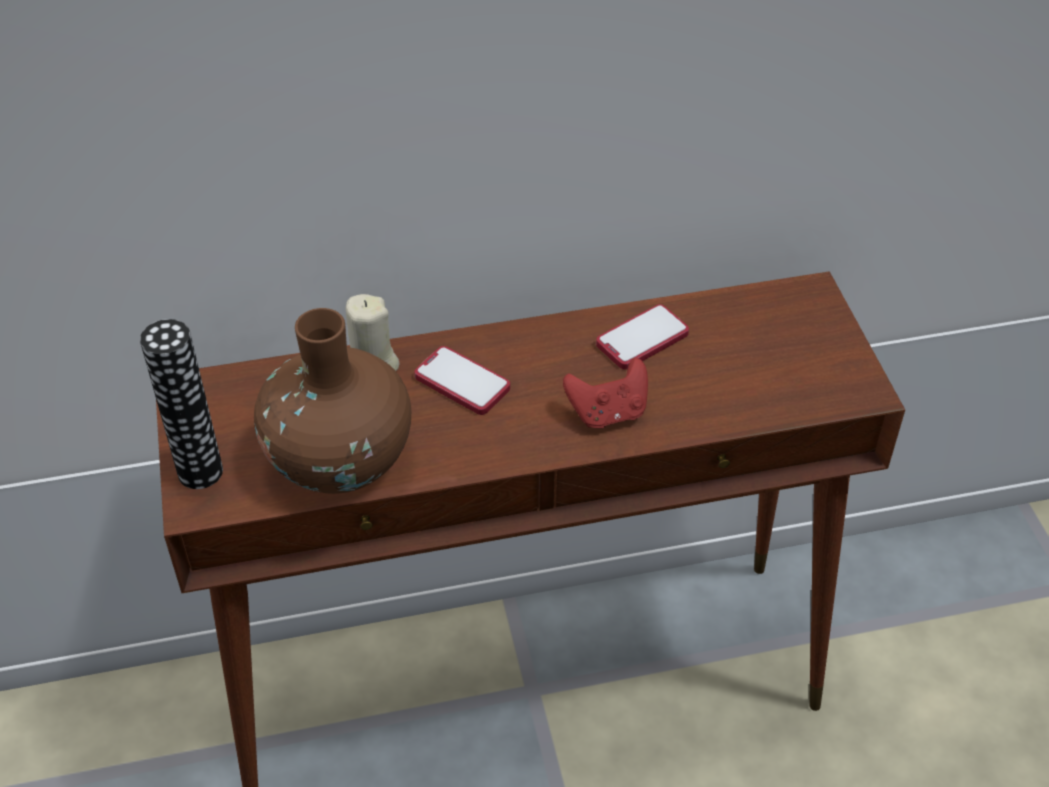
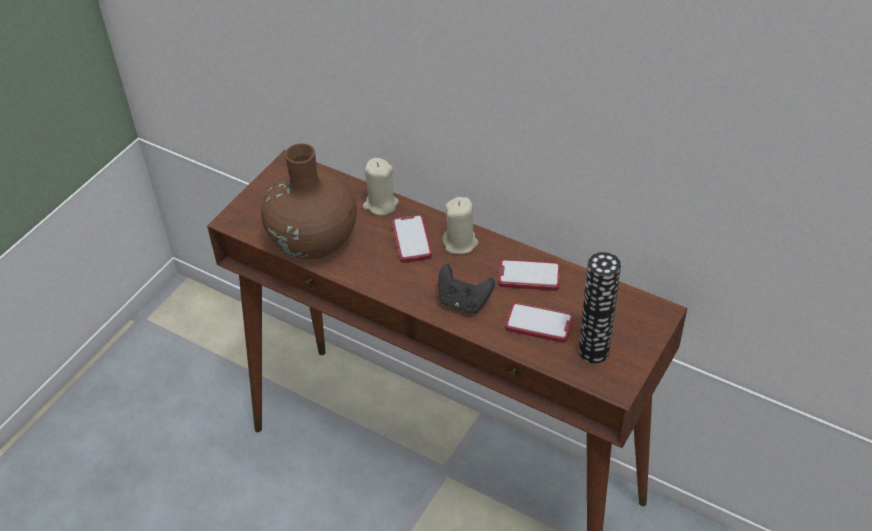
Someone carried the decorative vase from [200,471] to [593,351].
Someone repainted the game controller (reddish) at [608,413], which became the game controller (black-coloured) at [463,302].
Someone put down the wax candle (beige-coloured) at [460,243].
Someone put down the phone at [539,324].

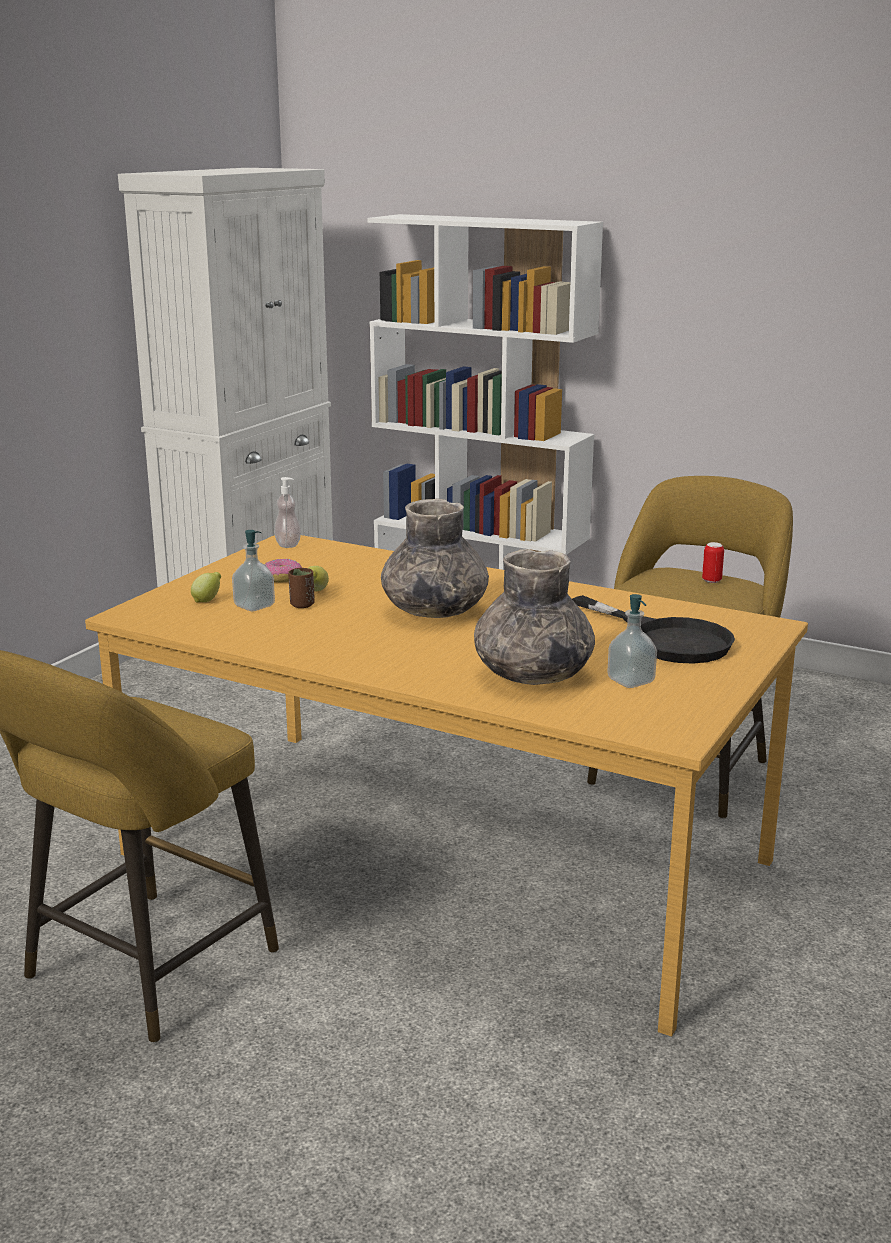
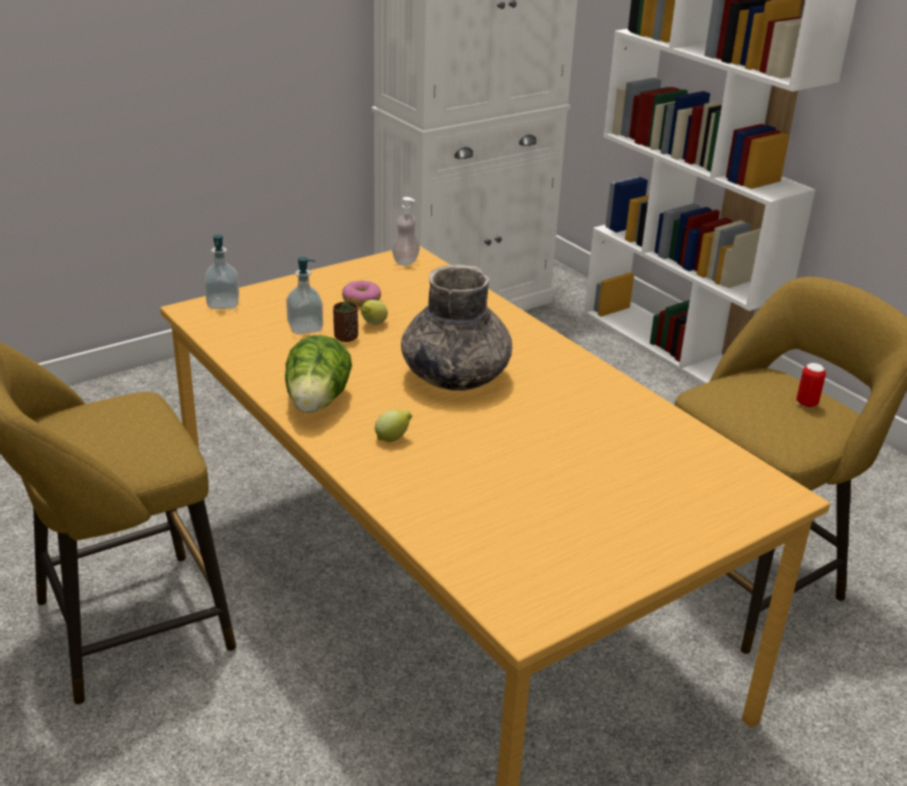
Someone took away the decorative vase (grey) at [532,675].
Someone carried the whole lemon from [207,600] to [393,439].
Someone carried the soap bottle from [630,681] to [223,304].
Someone took away the frying pan (black-coloured) at [666,639].
Someone put down the lettuce at [317,403].

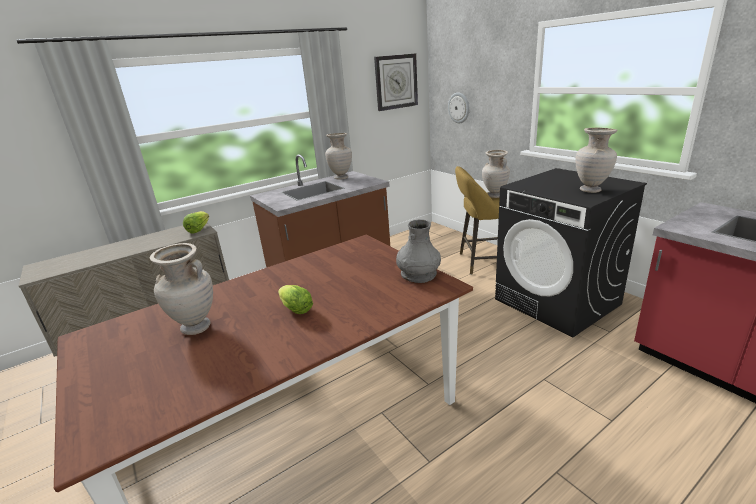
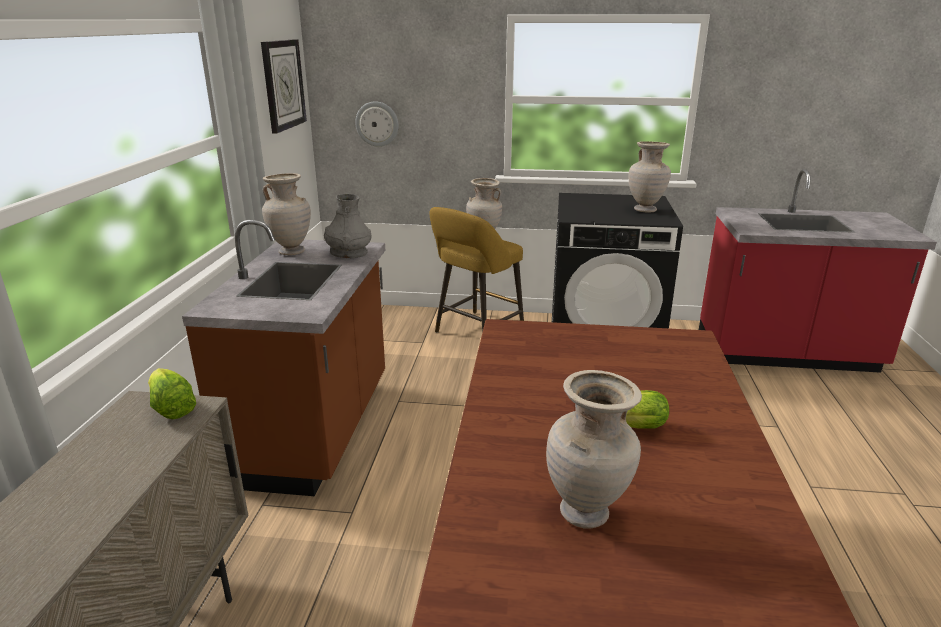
Someone carried the decorative vase (grey) from [418,274] to [349,253].

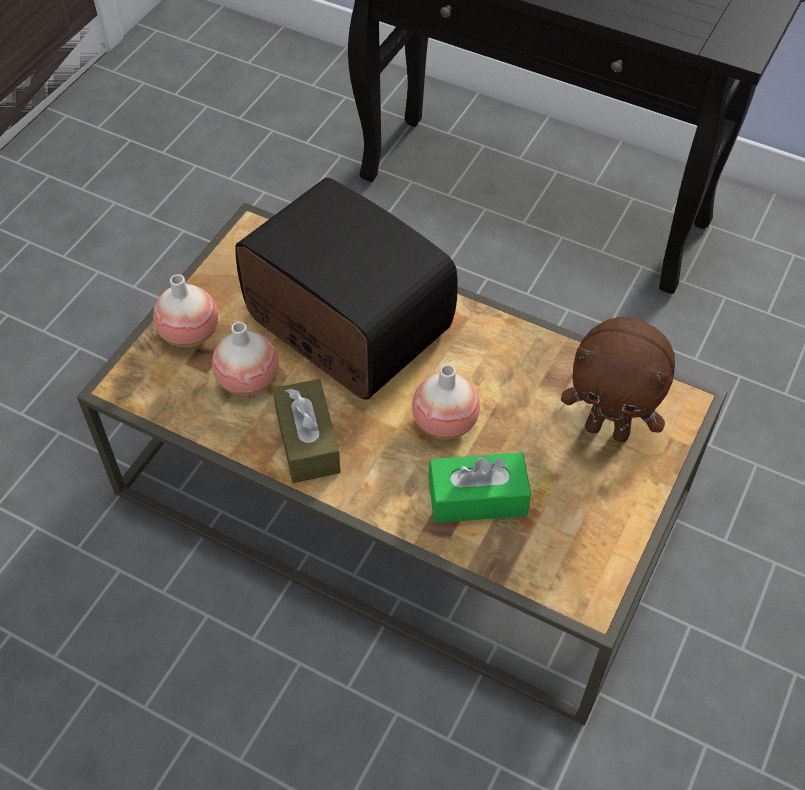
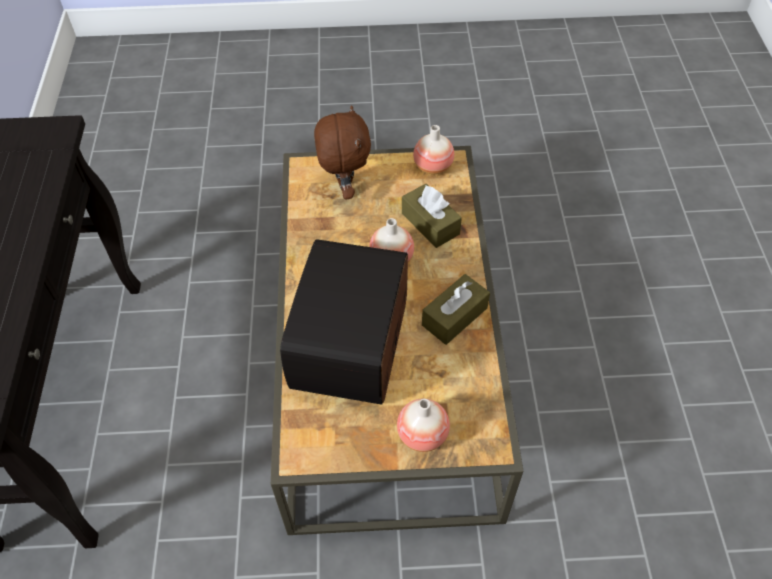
Someone carried the decorative vase from [248,380] to [433,167].
Someone repainted the box of tissues (greenish) at [477,498], which became the box of tissues (brown) at [430,223].

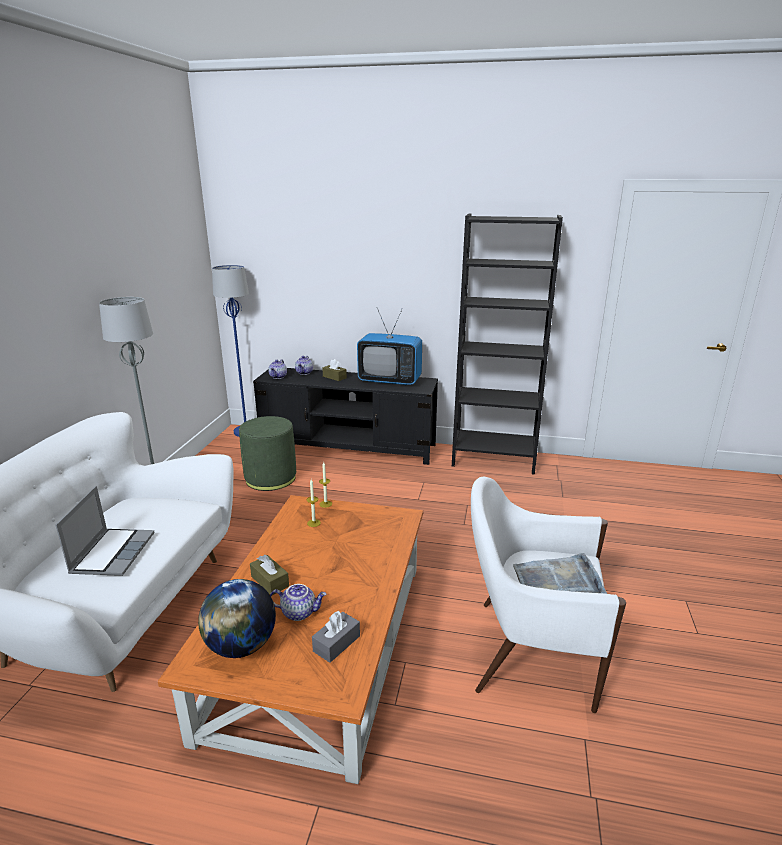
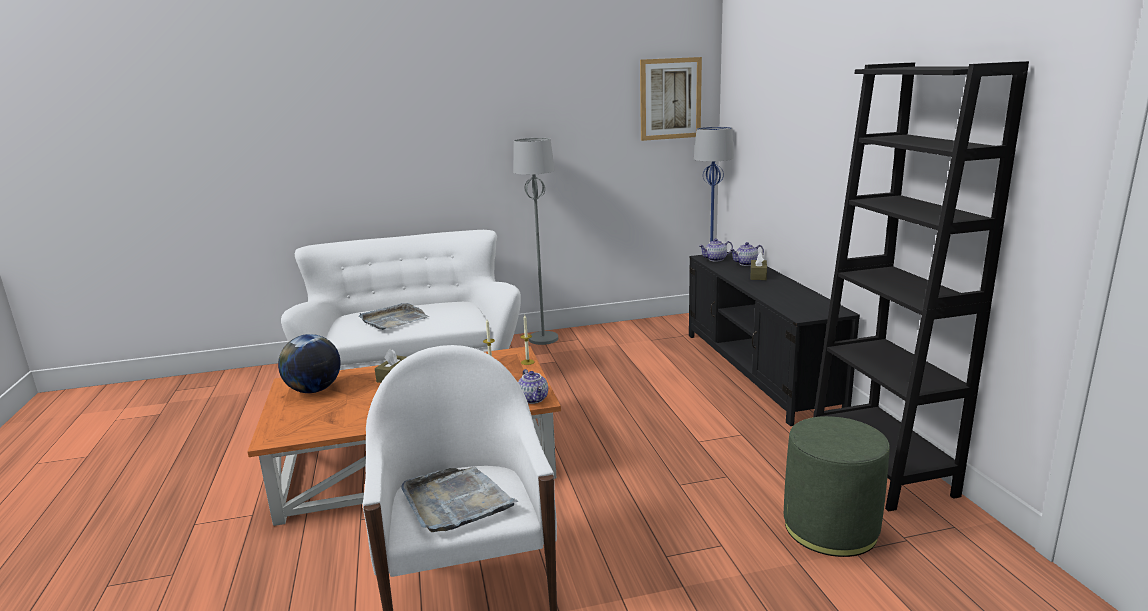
Someone took away the television at [390,380].
Someone carried the pouffe (greenish) from [270,478] to [830,528].
Someone swapped the laptop at [113,553] for the serving tray (grey) at [393,320].
Someone carried the pot for tea from [299,612] to [534,399].
Someone took away the box of tissues (grey) at [336,643].
Someone put up the wall picture at [670,99].

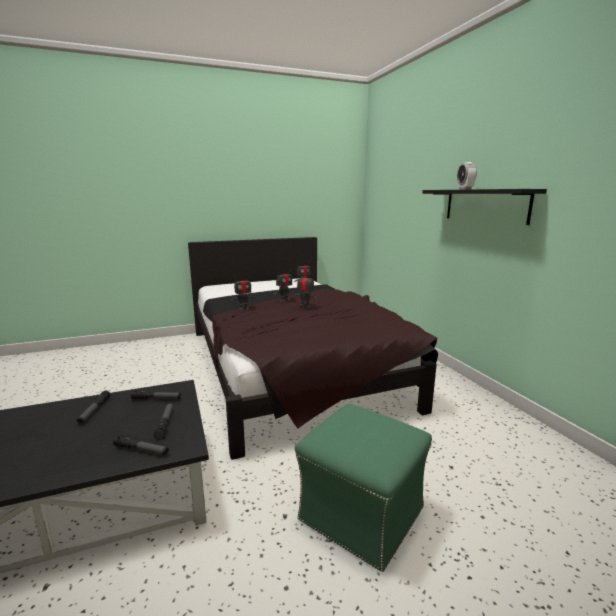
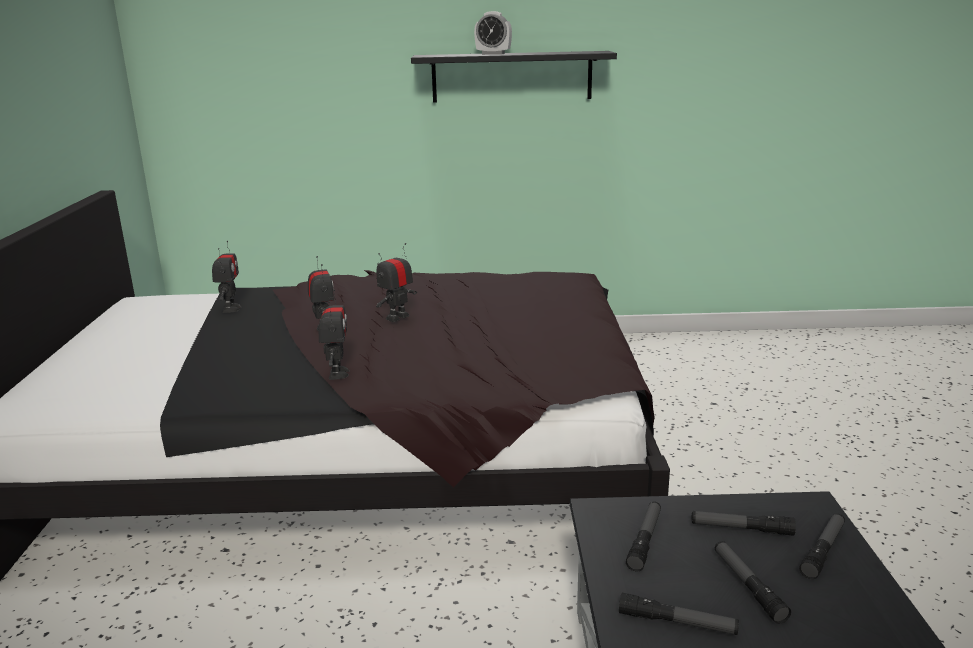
Someone took away the pouffe (greenish) at [360,513].
Someone put down the flashlight at [748,586].

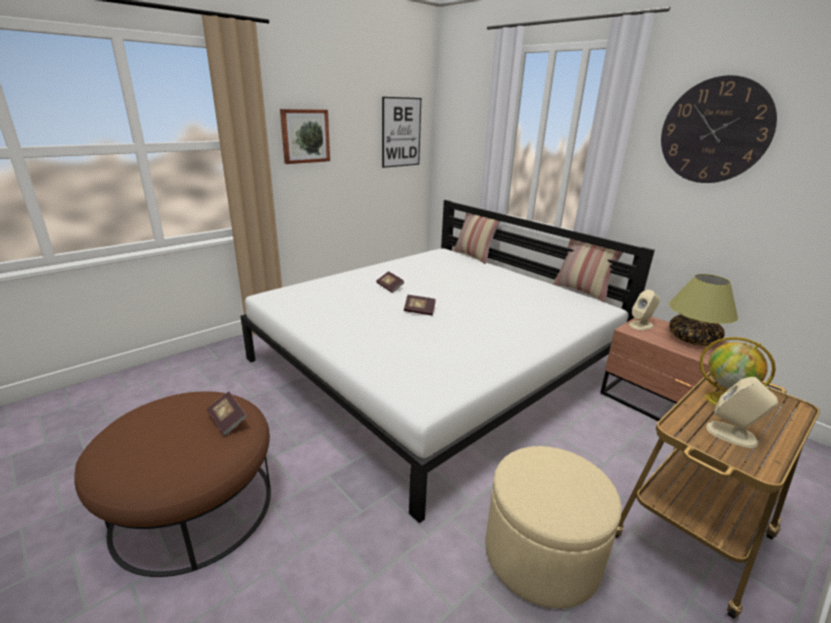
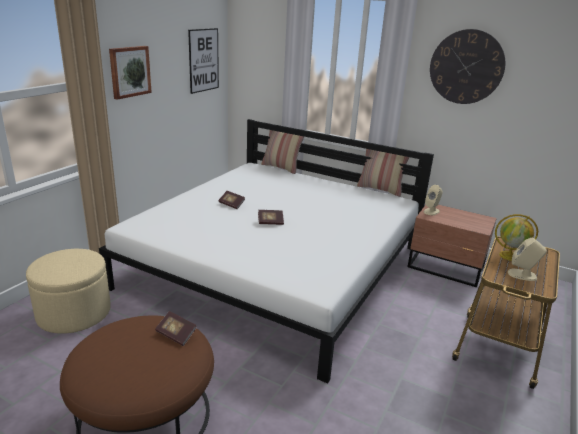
Someone took away the table lamp at [692,339].
Someone carried the pouffe (beige-coloured) from [541,554] to [74,313].

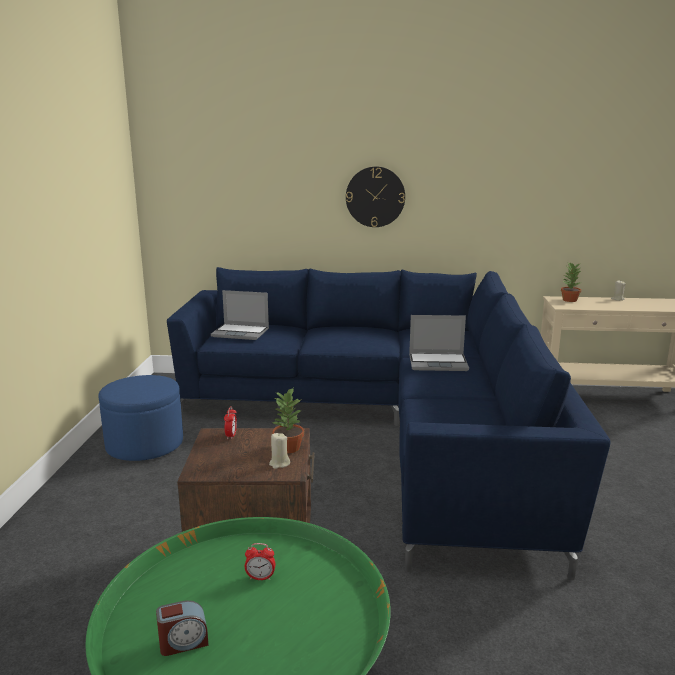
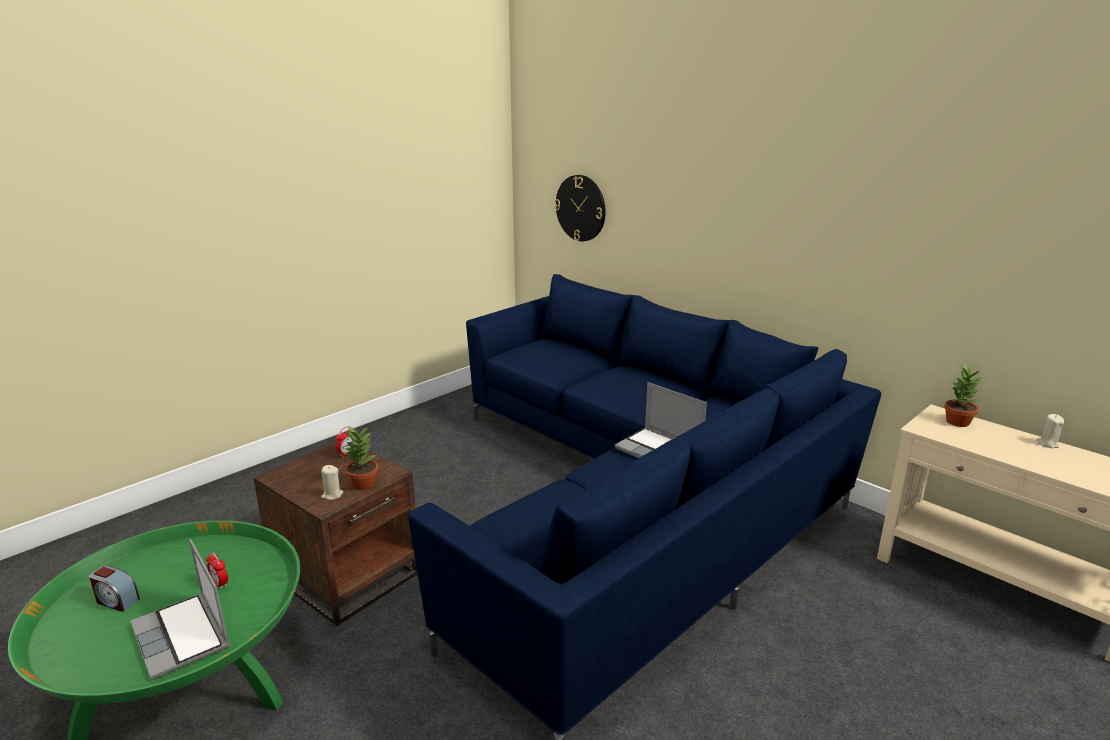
Someone carried the clock on the wall from [375,197] to [580,208].
Someone carried the laptop from [241,333] to [183,637].
Someone took away the pouffe (blue-coloured) at [144,444].

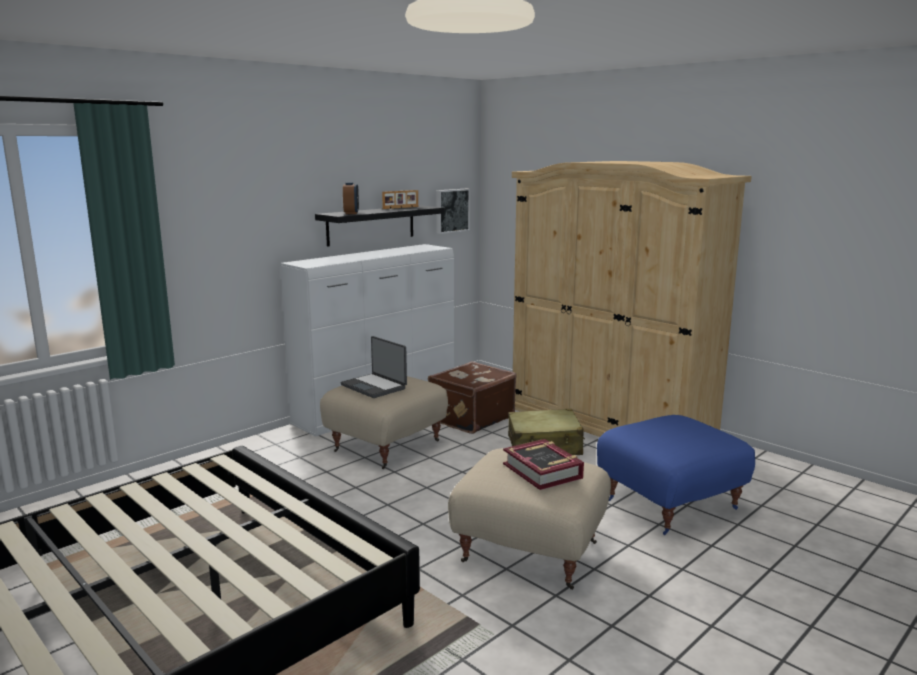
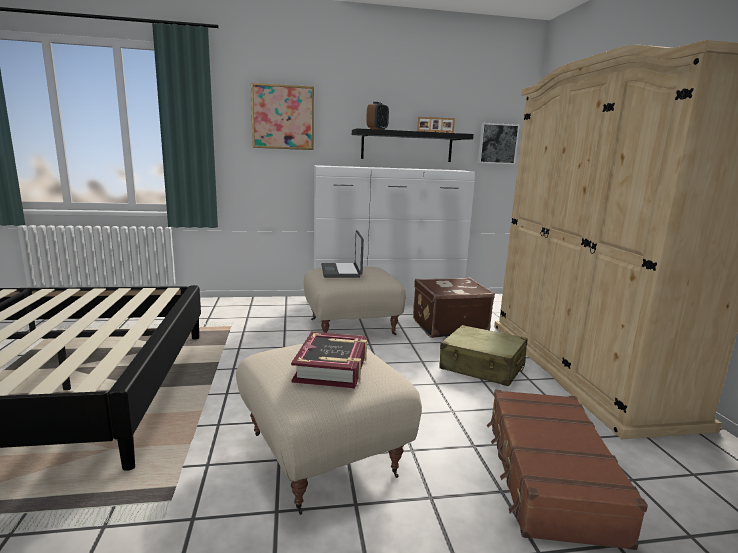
Someone swapped the pouffe (blue-coloured) at [671,504] for the piece of luggage (brown) at [548,476].
Someone put up the wall picture at [283,117].

